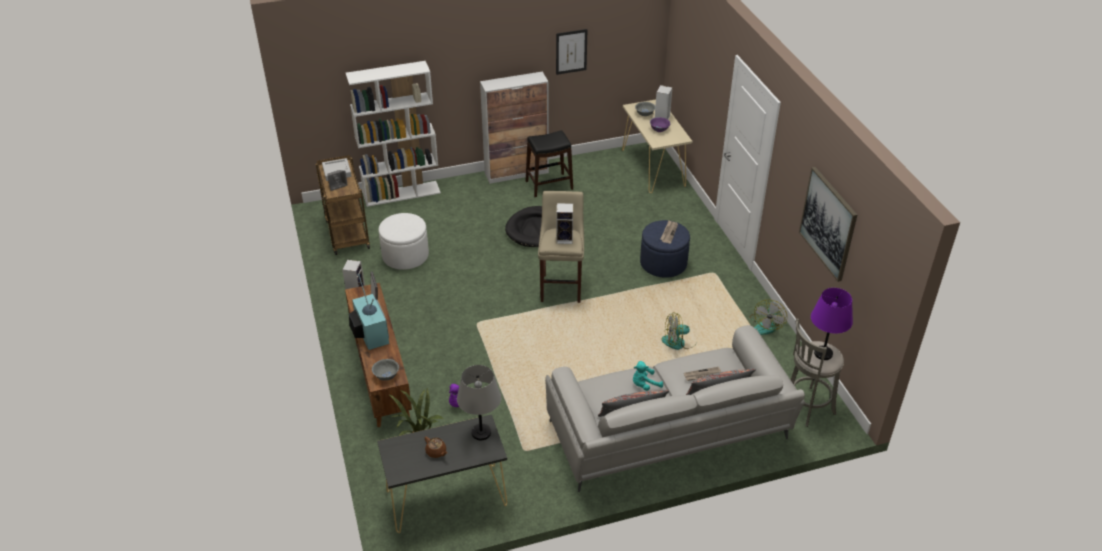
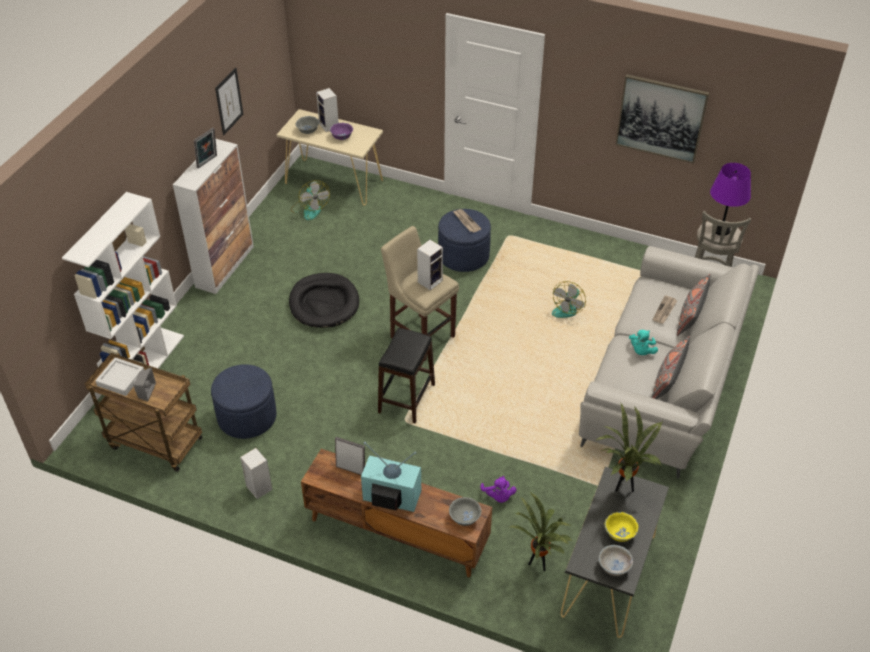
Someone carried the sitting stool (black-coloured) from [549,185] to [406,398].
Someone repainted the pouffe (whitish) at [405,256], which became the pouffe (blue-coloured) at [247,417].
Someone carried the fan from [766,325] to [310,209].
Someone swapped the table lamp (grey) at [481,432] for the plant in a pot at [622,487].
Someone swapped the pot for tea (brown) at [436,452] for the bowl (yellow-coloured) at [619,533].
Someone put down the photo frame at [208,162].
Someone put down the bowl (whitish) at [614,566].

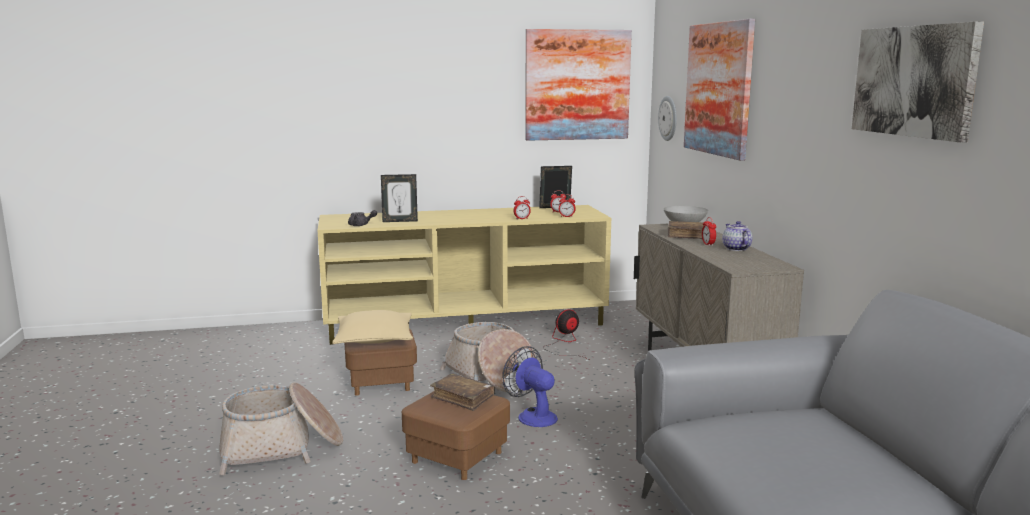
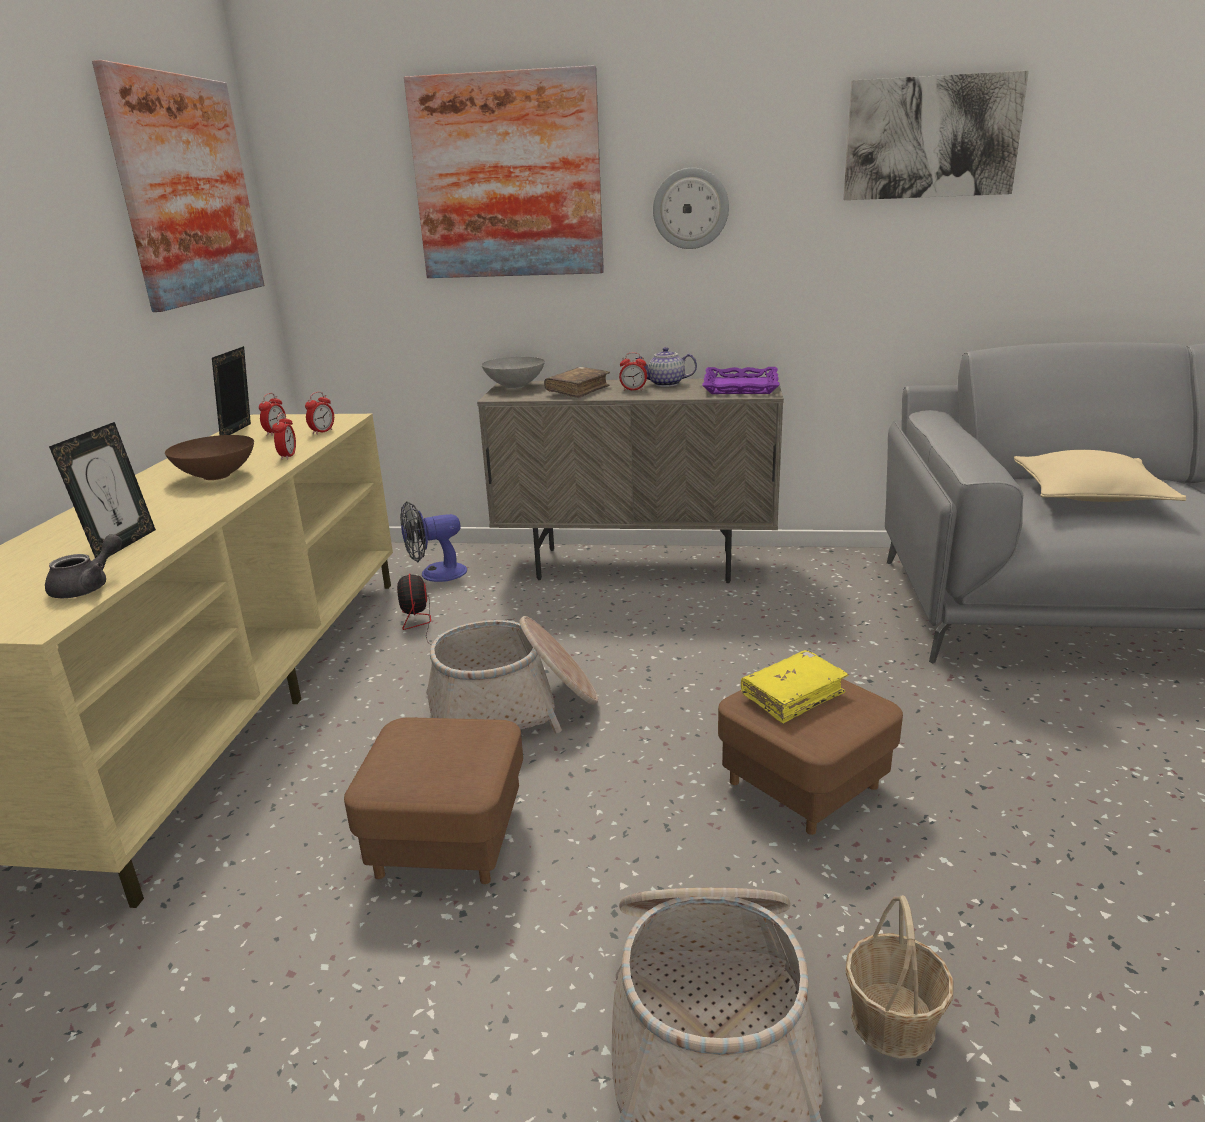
Someone carried the clock on the wall from [668,118] to [690,208].
Someone carried the cushion (beige-coloured) from [374,339] to [1089,495].
Someone carried the fan from [532,416] to [435,574].
Someone repainted the volume (brown) at [462,398], which became the volume (yellow-coloured) at [793,695].
Someone put down the serving tray (purple-coloured) at [740,387].
Someone put down the bowl (brown) at [218,475].
Someone put down the household basket at [893,1020].

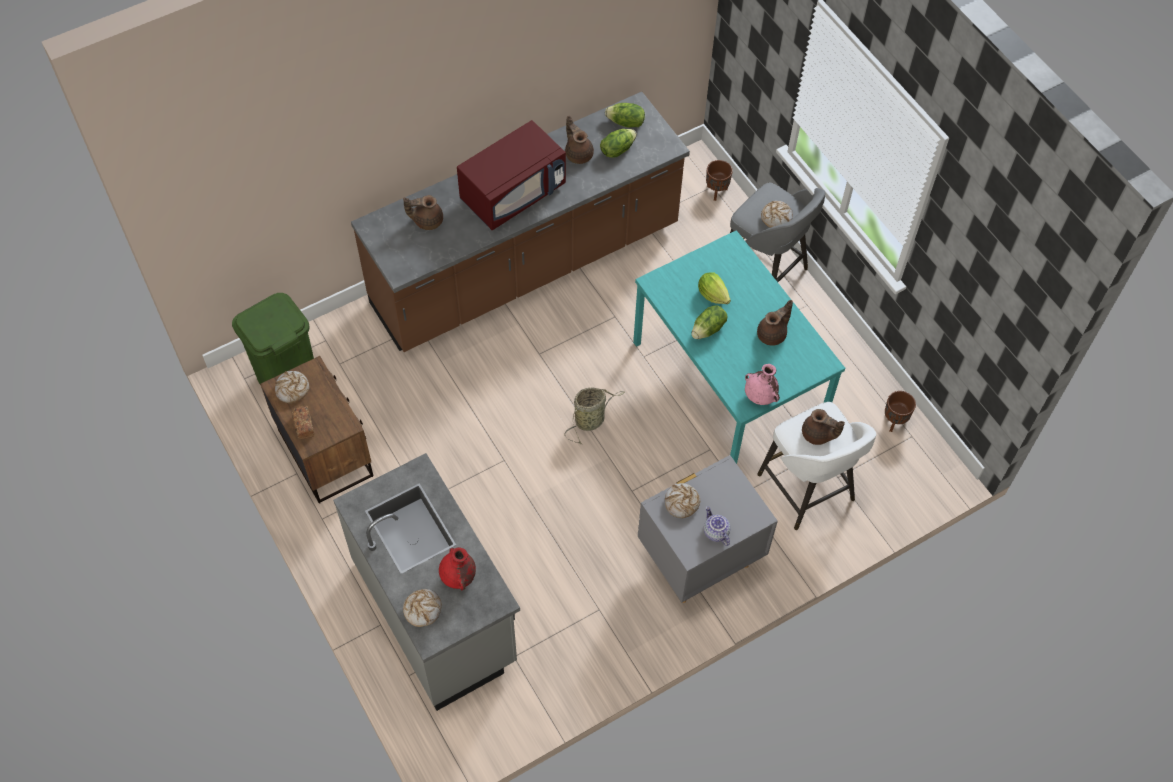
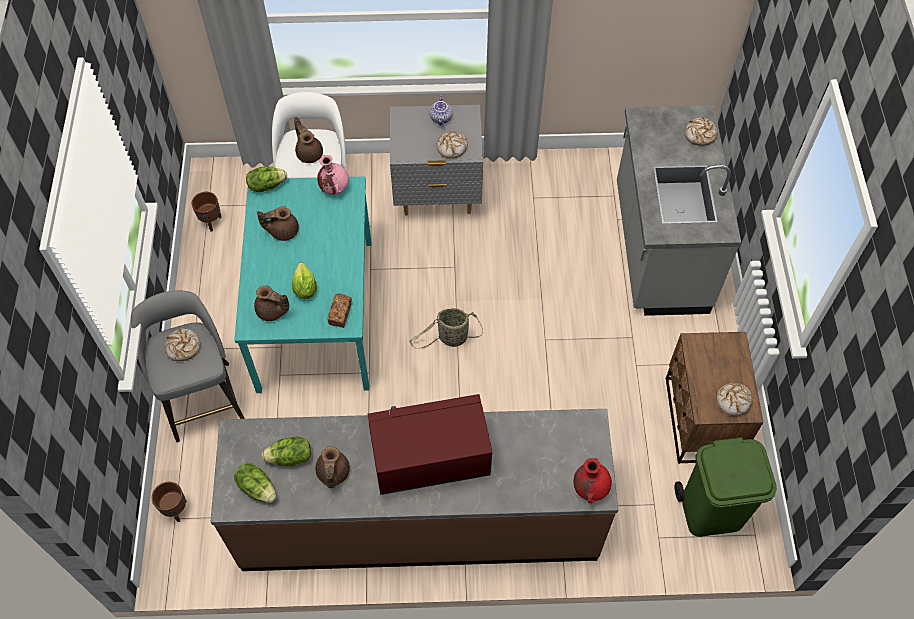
Someone carried the pot for tea (brown) from [427,220] to [272,311].
Someone carried the lettuce from [708,329] to [266,185].
Someone carried the baked bread from [304,425] to [340,314].
Someone carried the decorative vase (reddish) from [458,577] to [590,487].

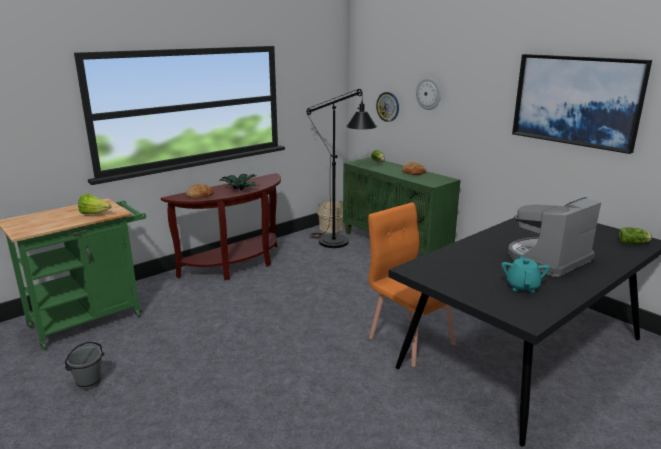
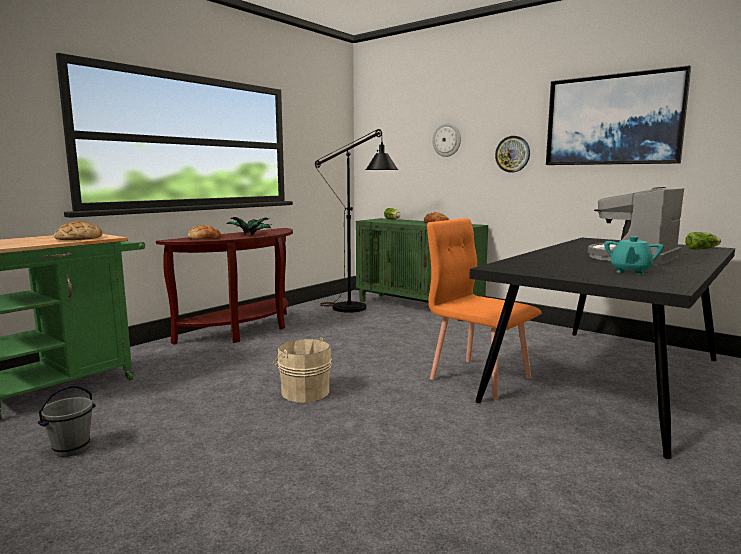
Someone carried the clock on the wall from [388,106] to [512,154].
Someone swapped the lettuce at [94,214] for the baked bread at [78,238].
Someone carried the pail (beige-coloured) from [330,228] to [304,392].
Someone rotated the pot for tea (turquoise) at [522,286] by 150 degrees counterclockwise.

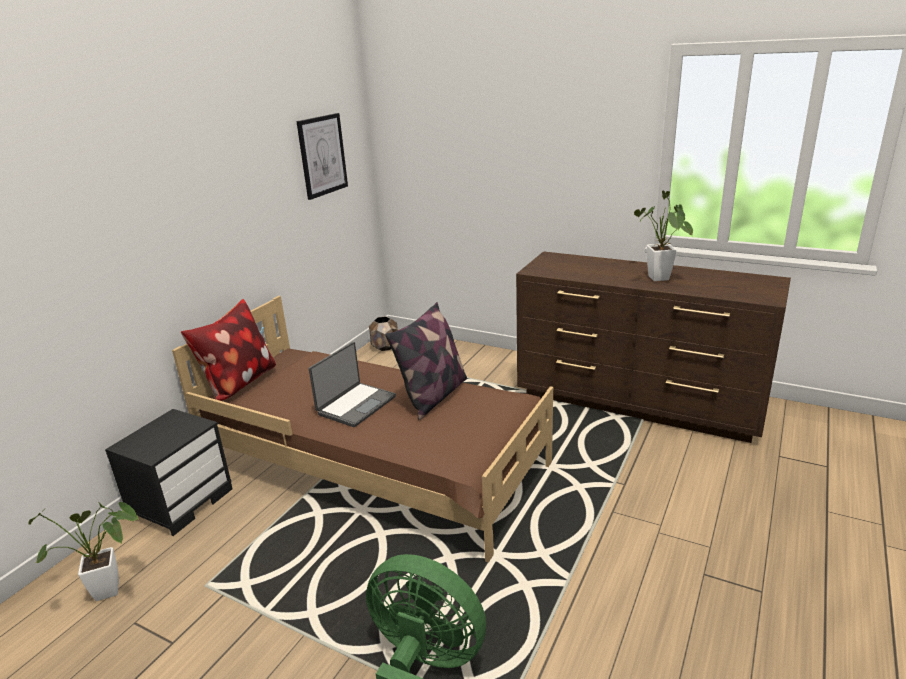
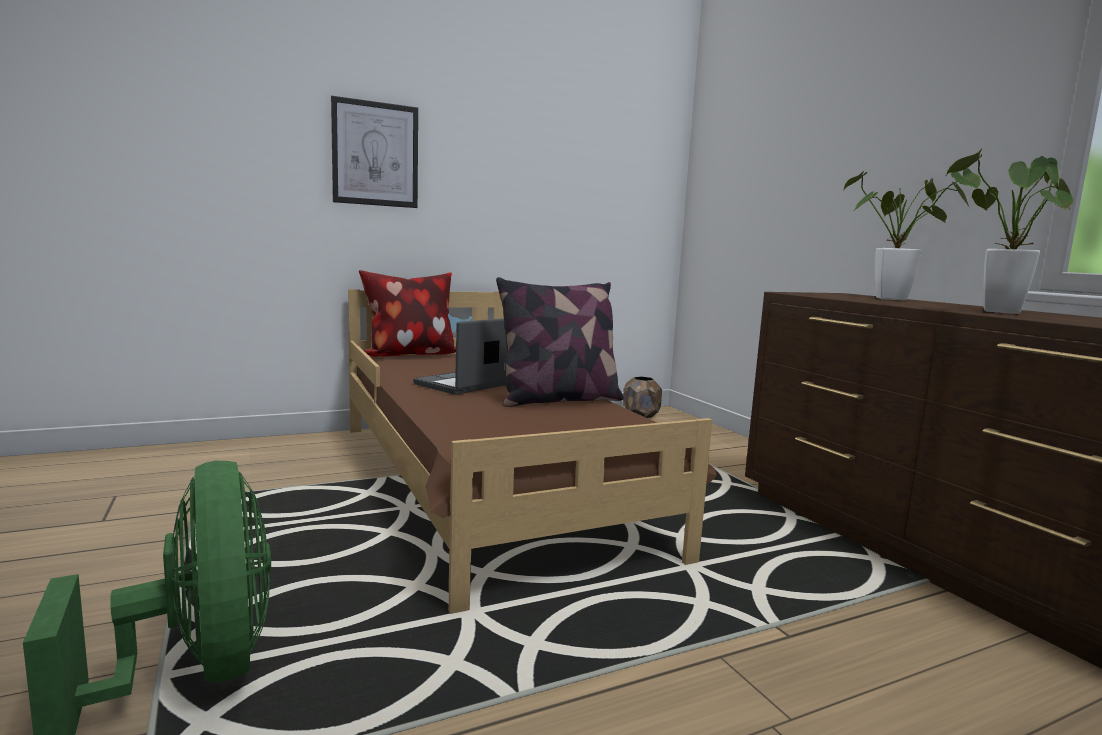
Someone carried the wall picture from [322,155] to [375,154].
Someone rotated the laptop at [355,405] by 150 degrees clockwise.
Someone took away the nightstand (black-coloured) at [182,502].
Someone carried the plant in a pot from [114,589] to [899,299].

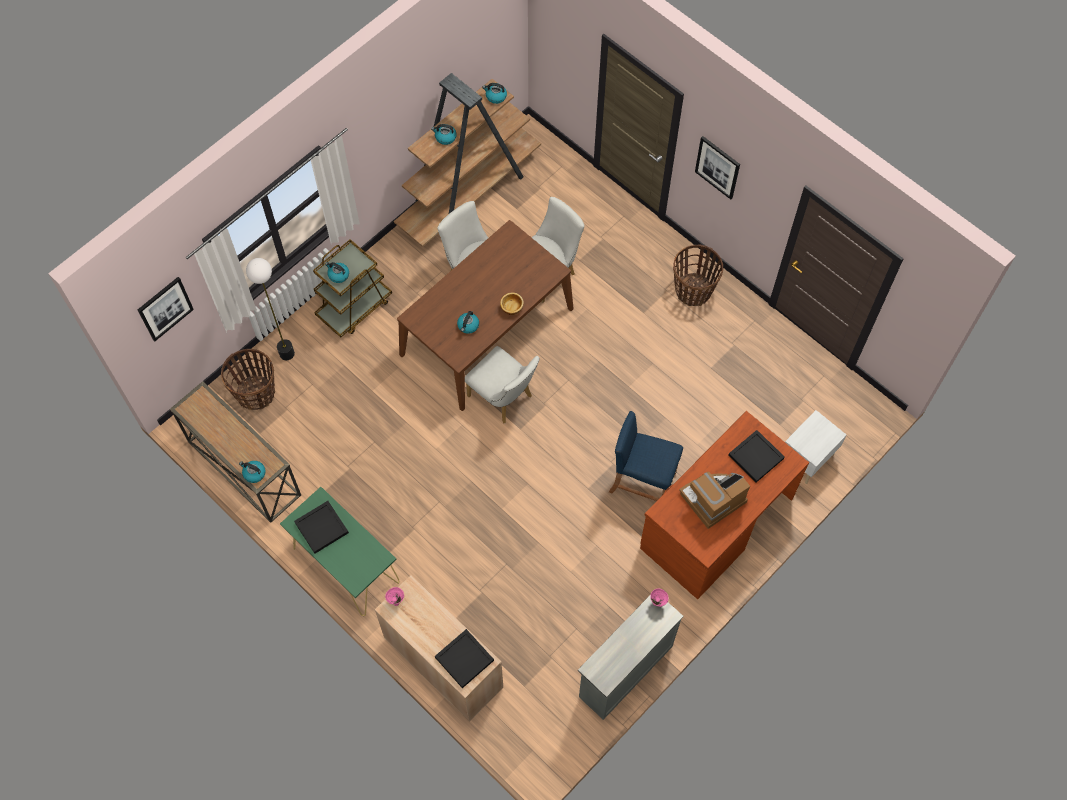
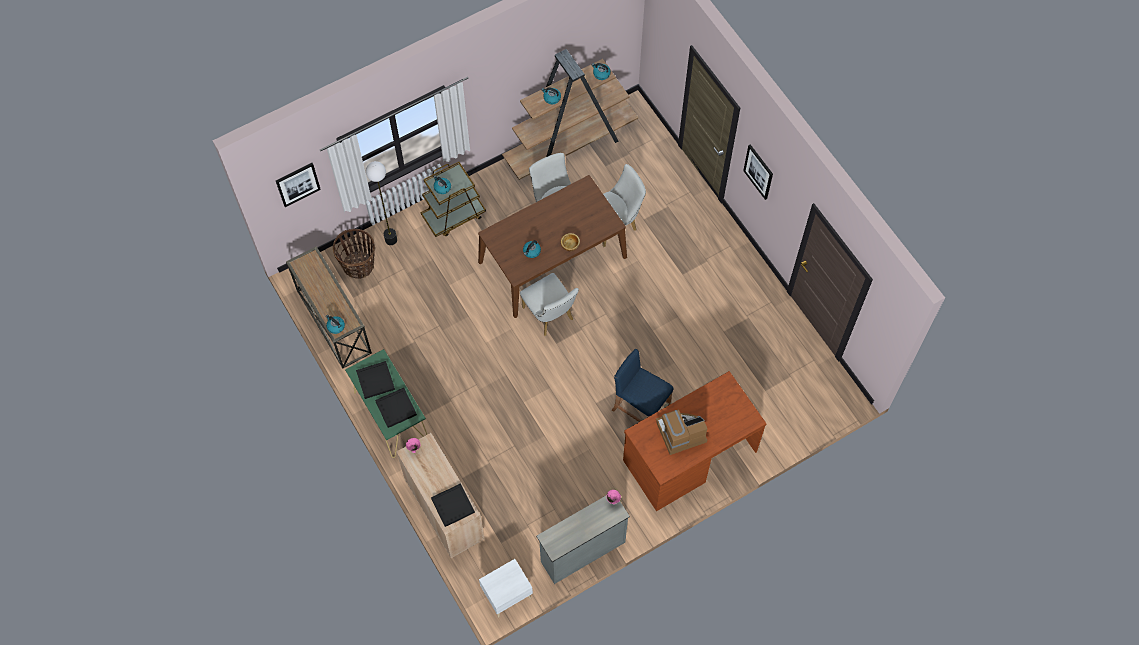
Someone took away the household basket at [693,290].
Someone carried the nightstand (whitish) from [806,458] to [506,595].
Someone carried the serving tray (black-coloured) from [755,457] to [395,408].

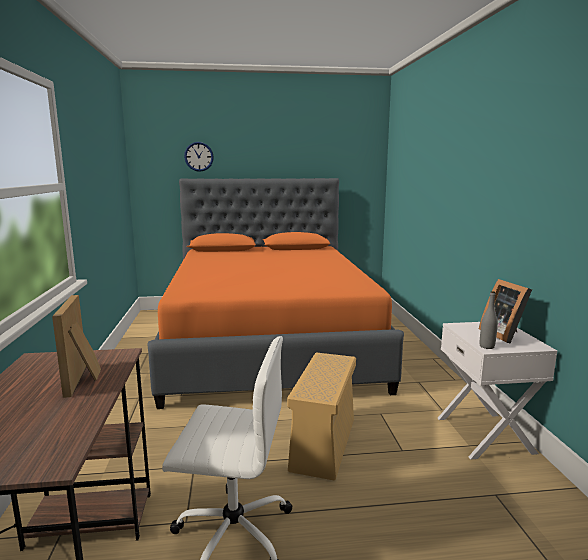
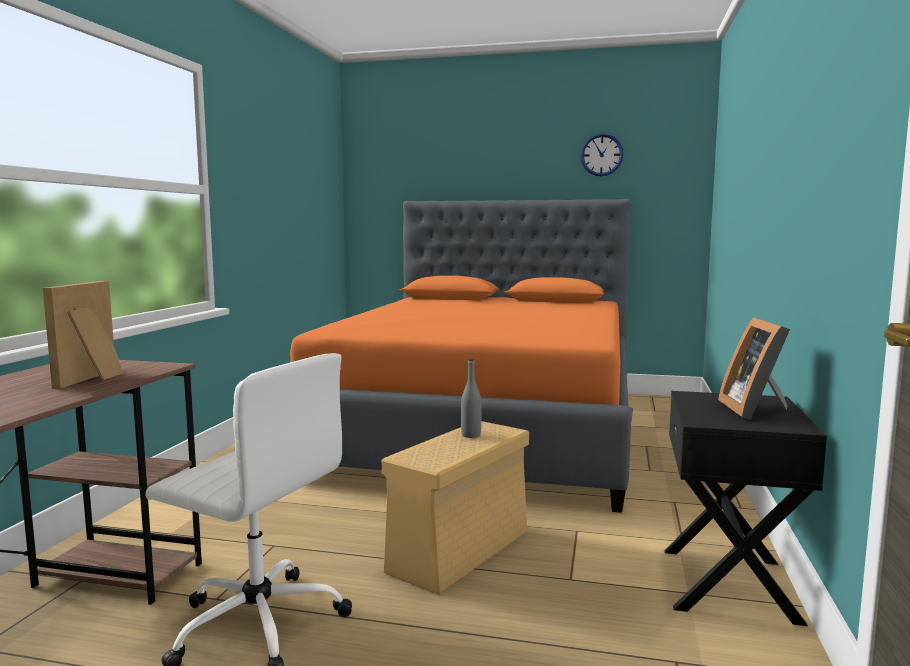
Someone carried the clock on the wall from [199,156] to [601,155].
Someone carried the bottle (grey) from [487,346] to [471,435].
Someone repainted the nightstand (whitish) at [486,434], which became the nightstand (black-coloured) at [731,584].

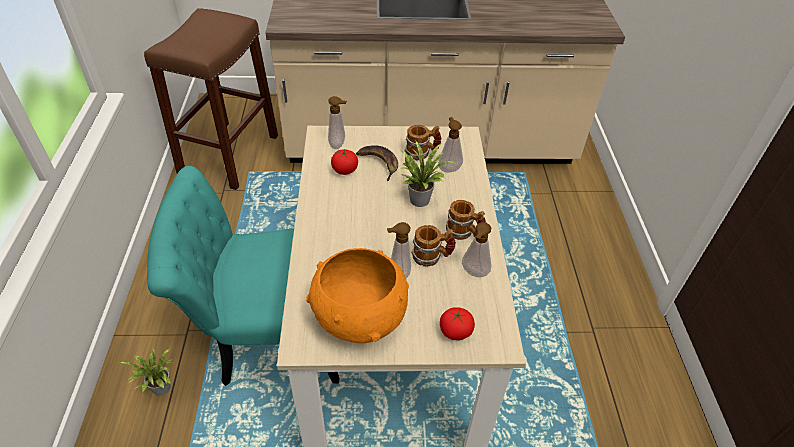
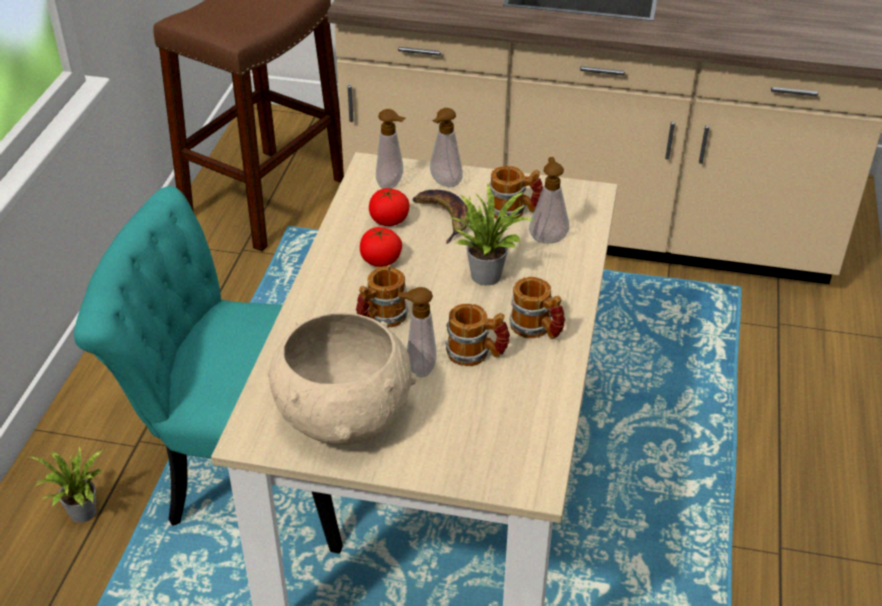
Someone carried the soap bottle from [474,273] to [444,184].
Someone repainted the bowl (orange) at [360,317], which became the bowl (beige-coloured) at [344,416].
Someone carried the fresh tomato from [455,331] to [381,260].
Someone put down the mug at [380,319].

